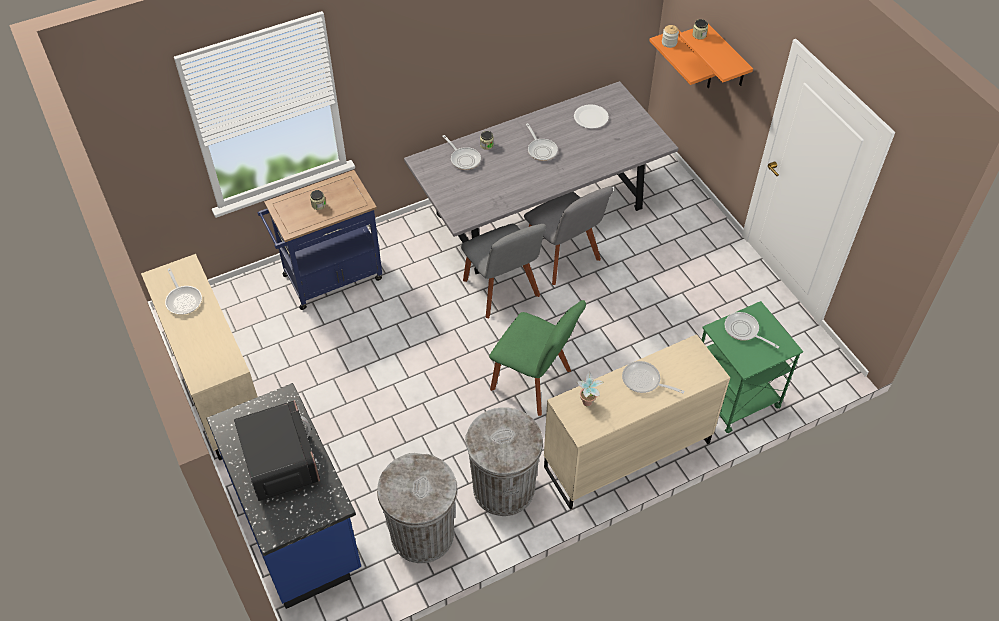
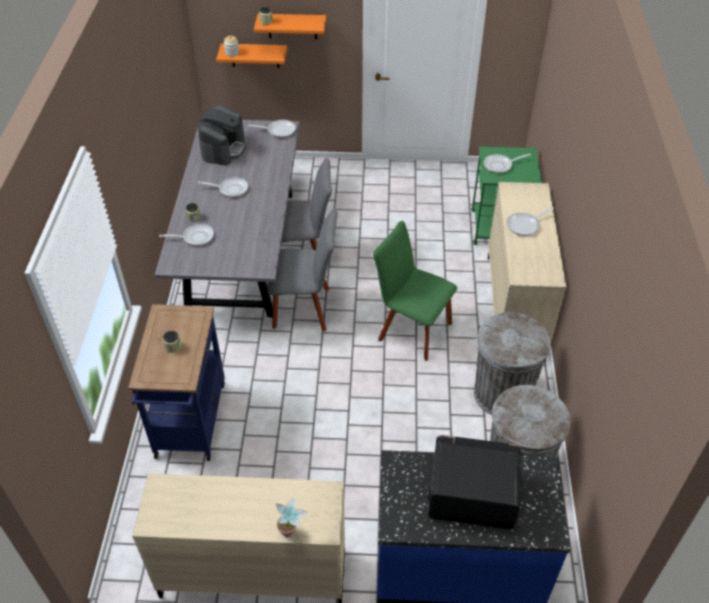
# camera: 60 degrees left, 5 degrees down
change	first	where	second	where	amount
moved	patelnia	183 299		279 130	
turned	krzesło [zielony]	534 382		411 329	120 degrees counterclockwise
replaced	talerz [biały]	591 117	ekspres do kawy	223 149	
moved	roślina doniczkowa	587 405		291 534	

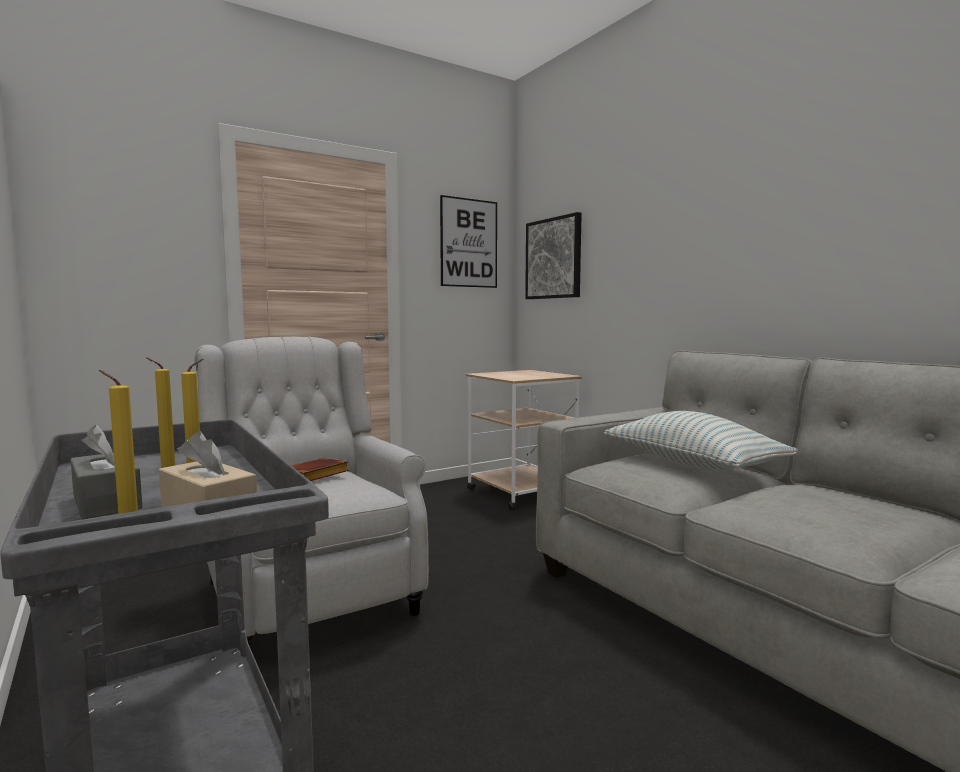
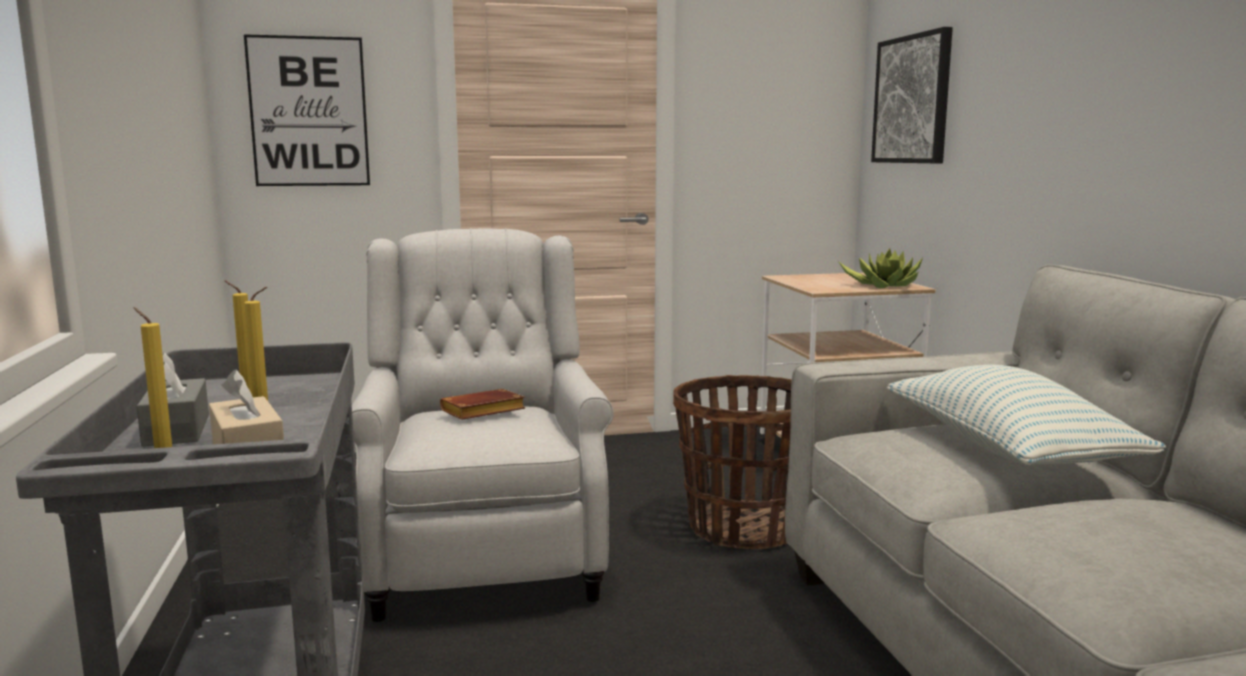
# camera: 20 degrees right, 5 degrees up
change	first	where	second	where	amount
moved	obraz	469 243		309 112	
added			koszyk	742 528	
added			roślina doniczkowa	883 285	

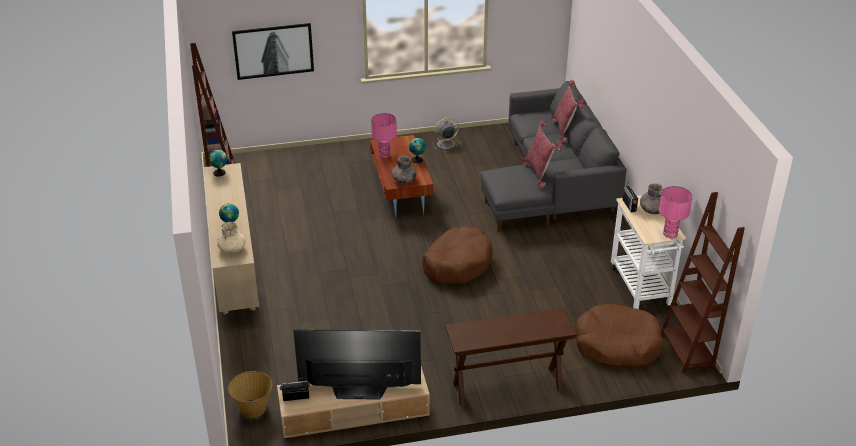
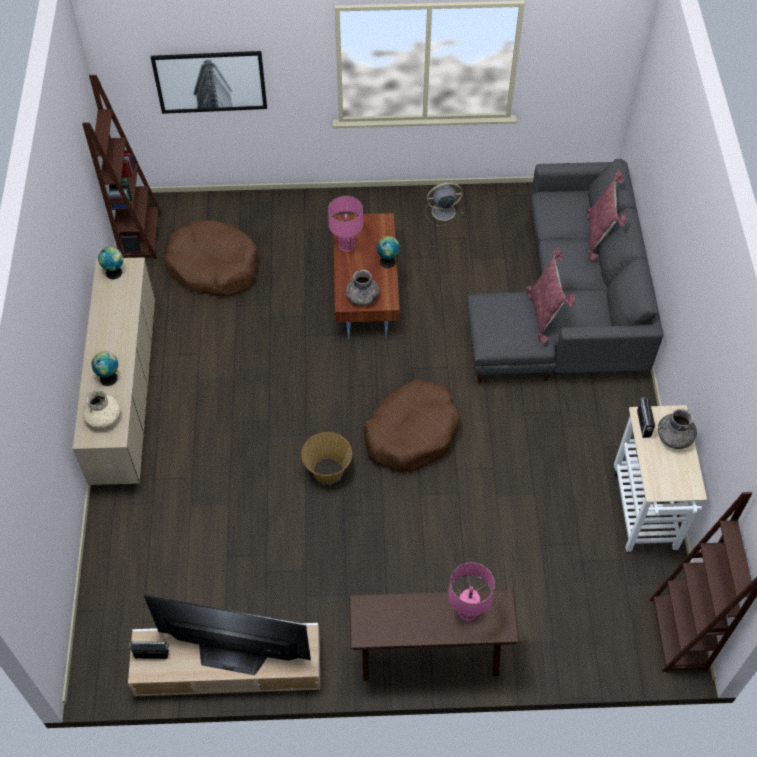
# camera: 10 degrees right, 20 degrees up
change	first	where	second	where	amount
moved	koszyk	253 408		328 471	
moved	legowisko [brązowy]	617 345		213 266	
moved	lampa stołowa [różowy]	670 234		468 611	

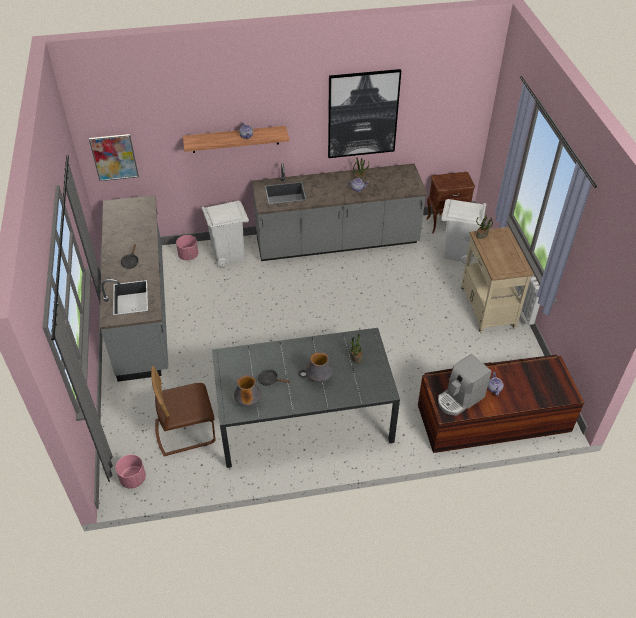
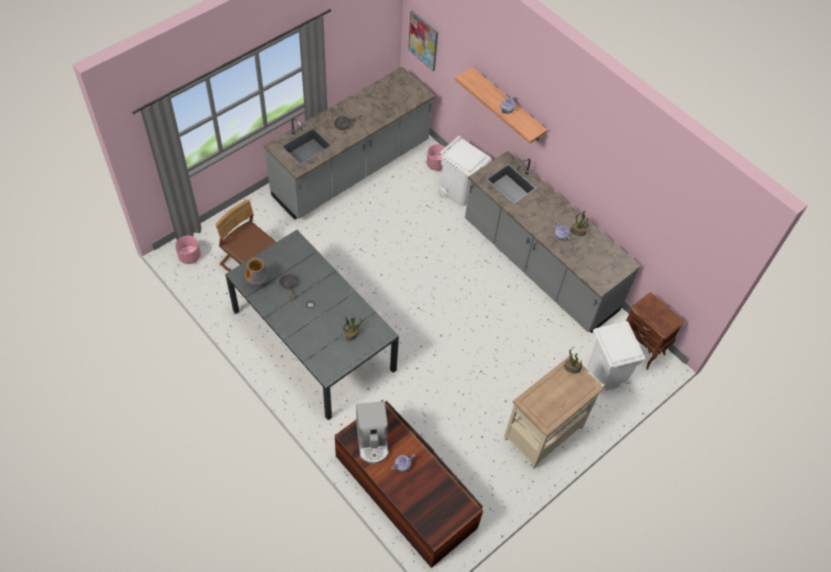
# camera: 55 degrees right, 10 degrees up
change	first	where	second	where	amount
removed	wazon	319 378			
removed	obraz	362 114			
turned	ekspres do kawy	459 399		372 441	120 degrees counterclockwise

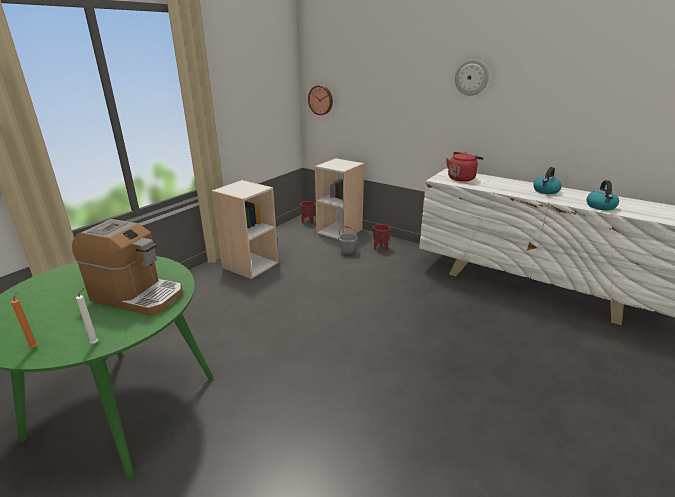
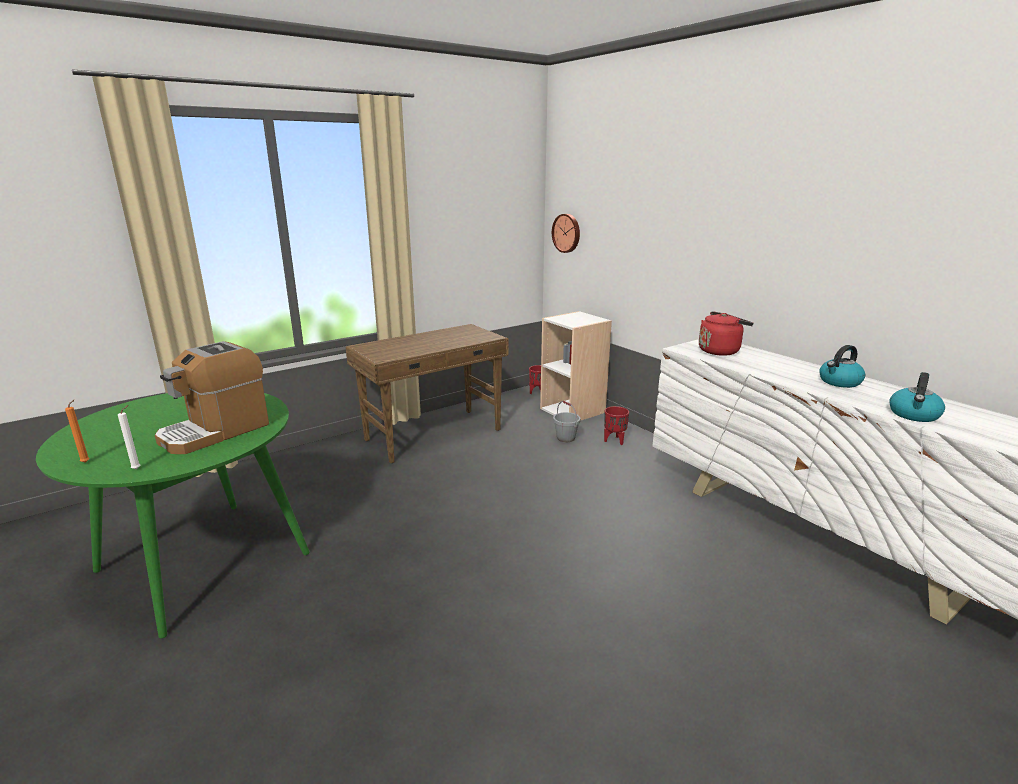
# camera: 20 degrees right, 5 degrees down
change	first	where	second	where	amount
turned	ekspres do kawy	137 296		215 431	90 degrees clockwise
replaced	regał	250 265	stolik konsolowy [brązowy]	434 435	
removed	zegar ścienny	472 77			

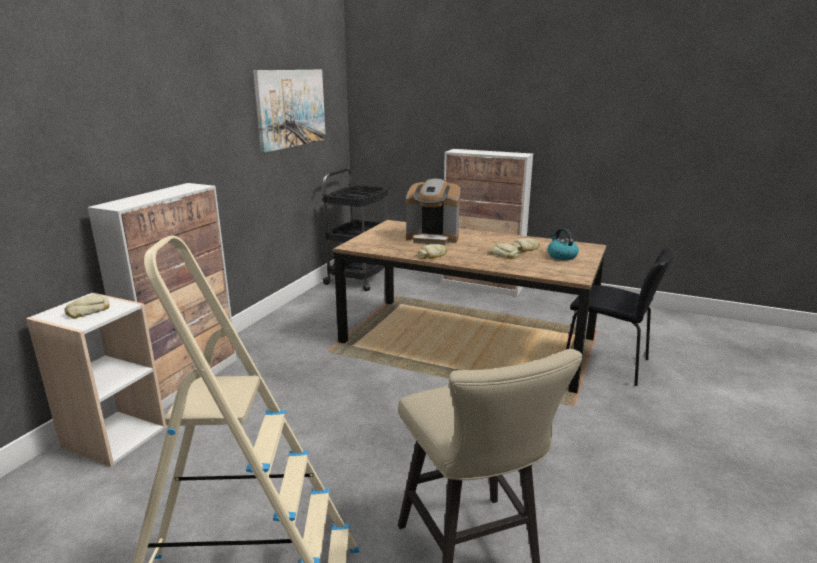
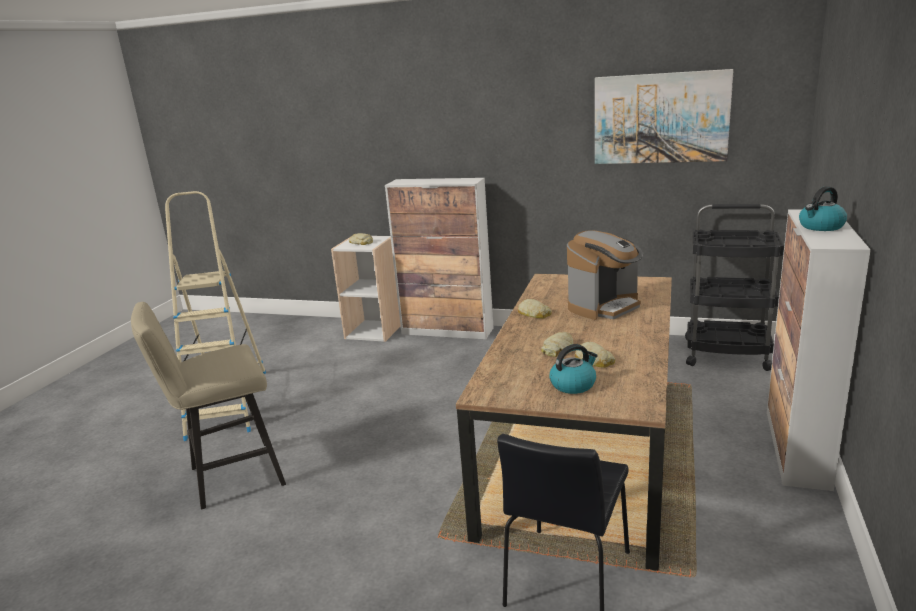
# camera: 85 degrees right, 0 degrees up
change	first	where	second	where	amount
turned	ekspres do kawy	433 238		604 307	135 degrees counterclockwise
added			czajnik	821 227	

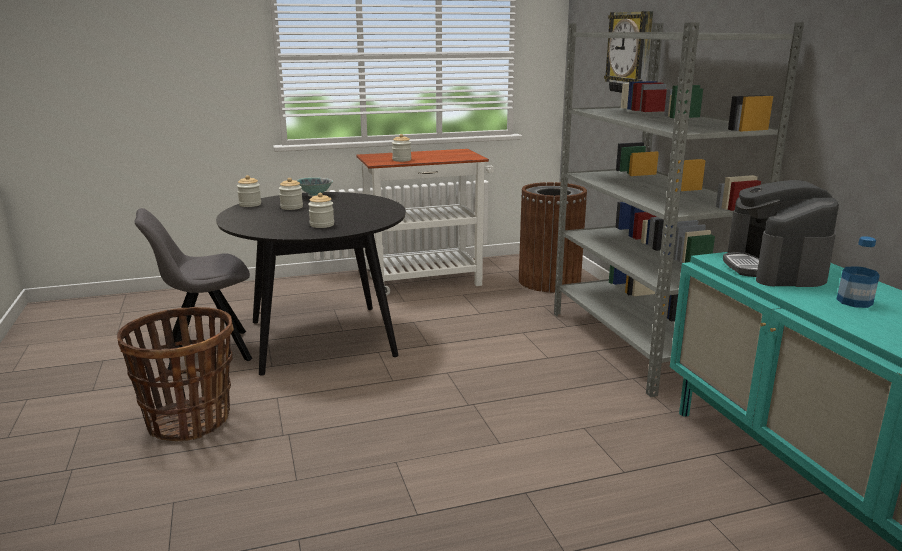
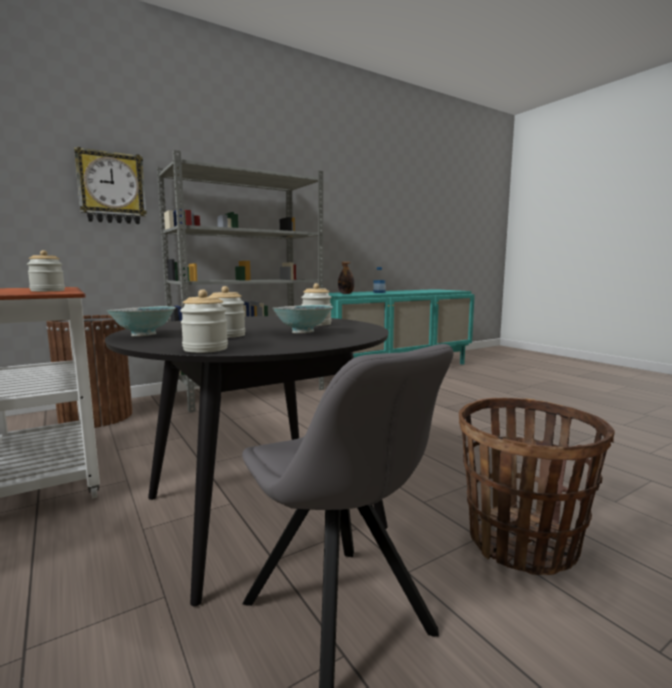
# camera: 105 degrees left, 10 degrees down
change	first	where	second	where	amount
replaced	ekspres do kawy	774 268	butelka	346 293	
added			miska	303 332	

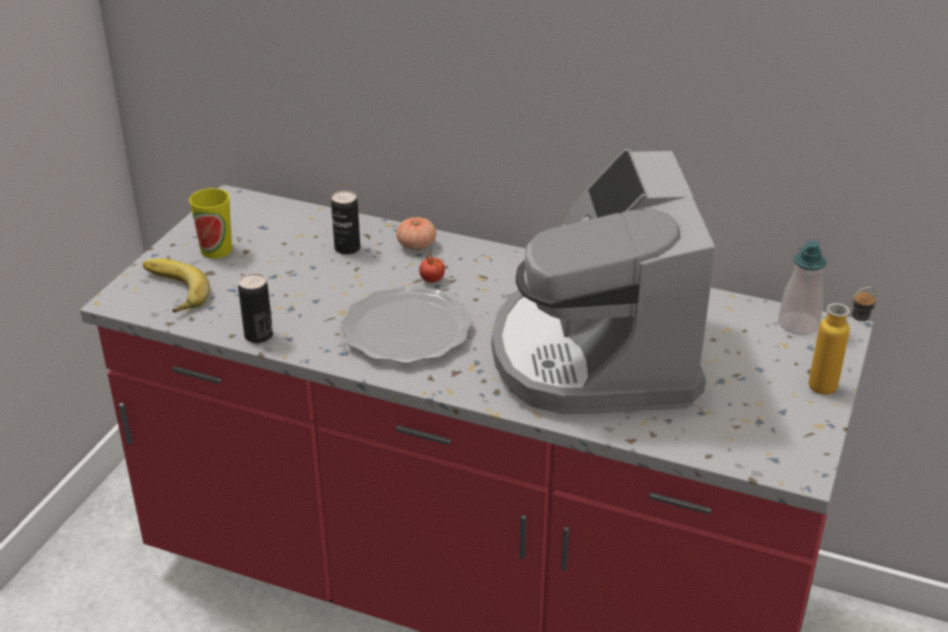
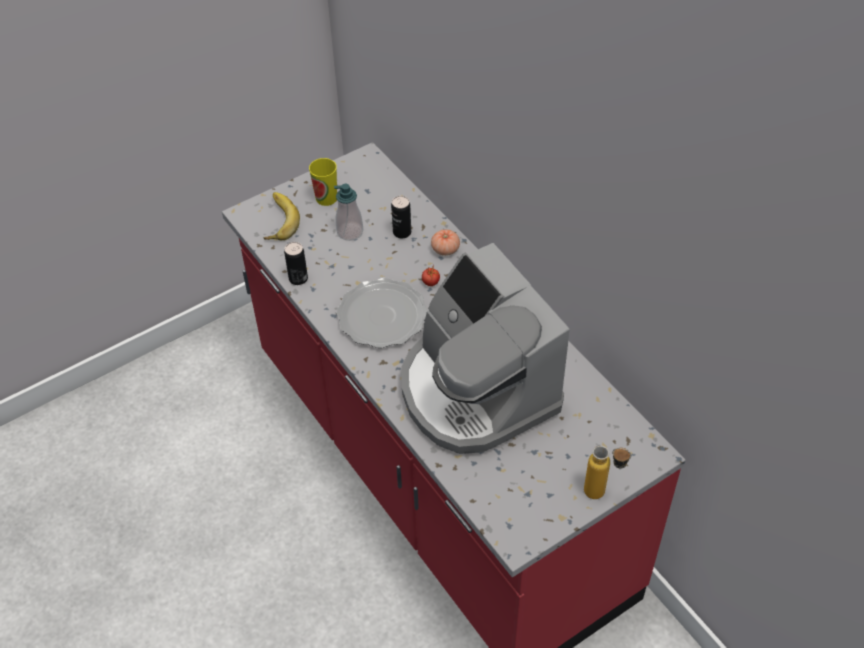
# camera: 35 degrees right, 15 degrees up
change	first	where	second	where	amount
turned	ekspres do kawy	595 354		476 391	60 degrees counterclockwise
moved	dozownik mydła	798 325		350 232	

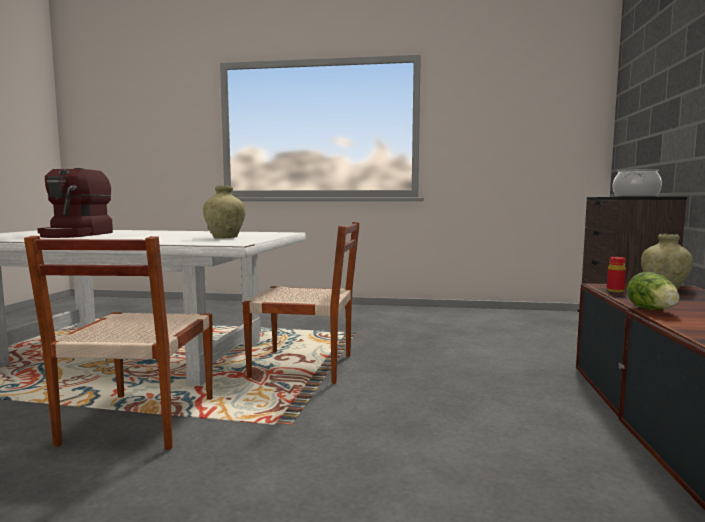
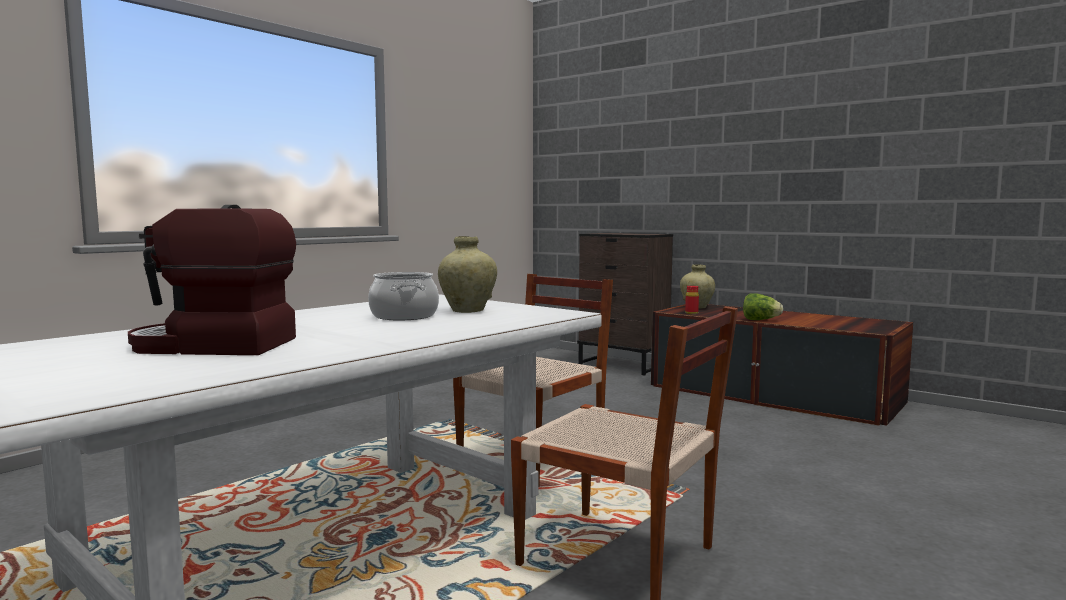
# camera: 60 degrees left, 0 degrees up
change	first	where	second	where	amount
turned	ekspres do kawy	77 235		213 346	150 degrees clockwise
moved	garnek	636 196		404 316	

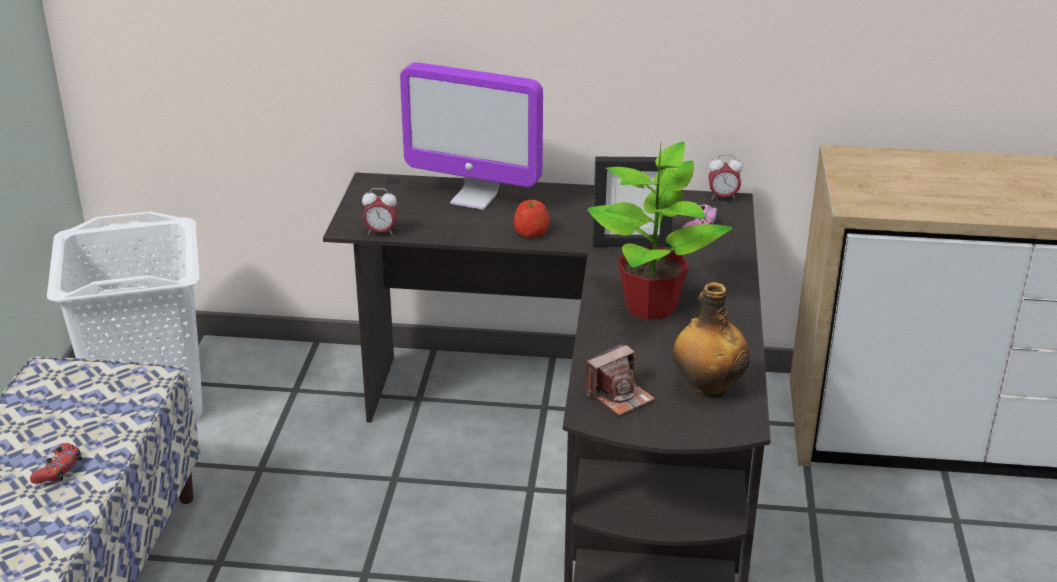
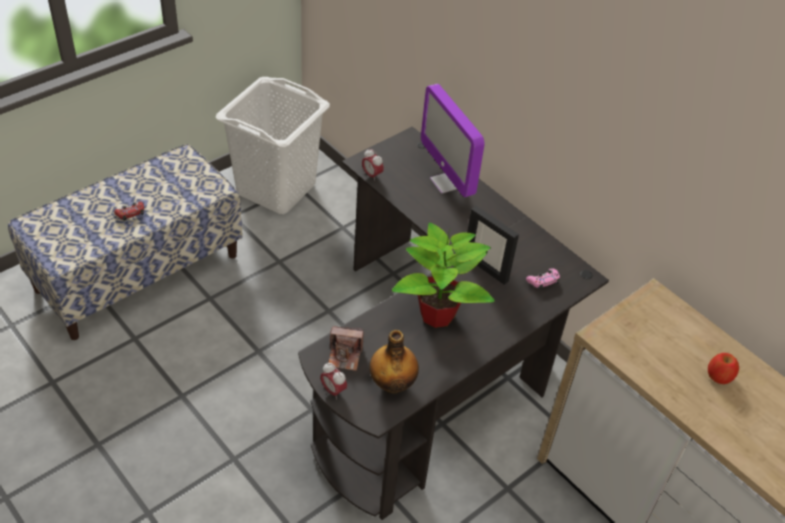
# camera: 40 degrees right, 15 degrees up
change	first	where	second	where	amount
moved	jabłko	531 232		719 375	
moved	budzik	723 197		333 390	

